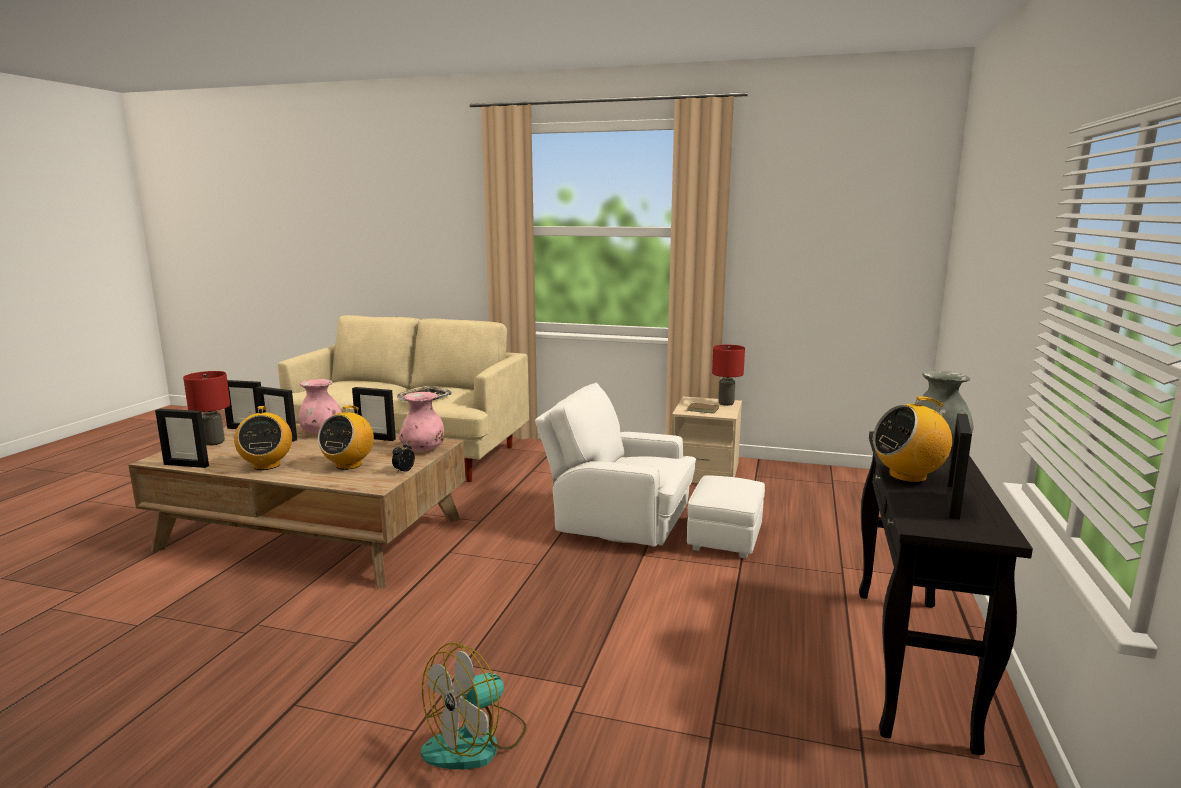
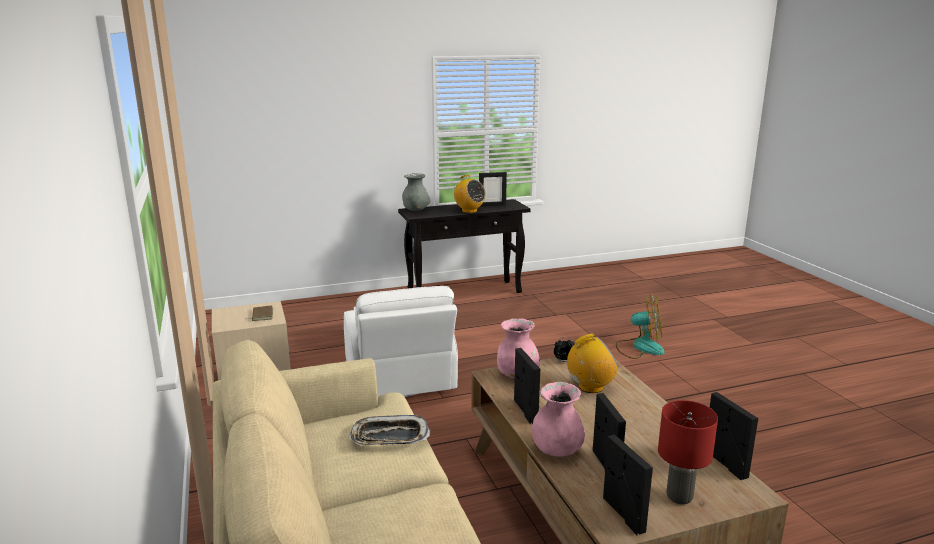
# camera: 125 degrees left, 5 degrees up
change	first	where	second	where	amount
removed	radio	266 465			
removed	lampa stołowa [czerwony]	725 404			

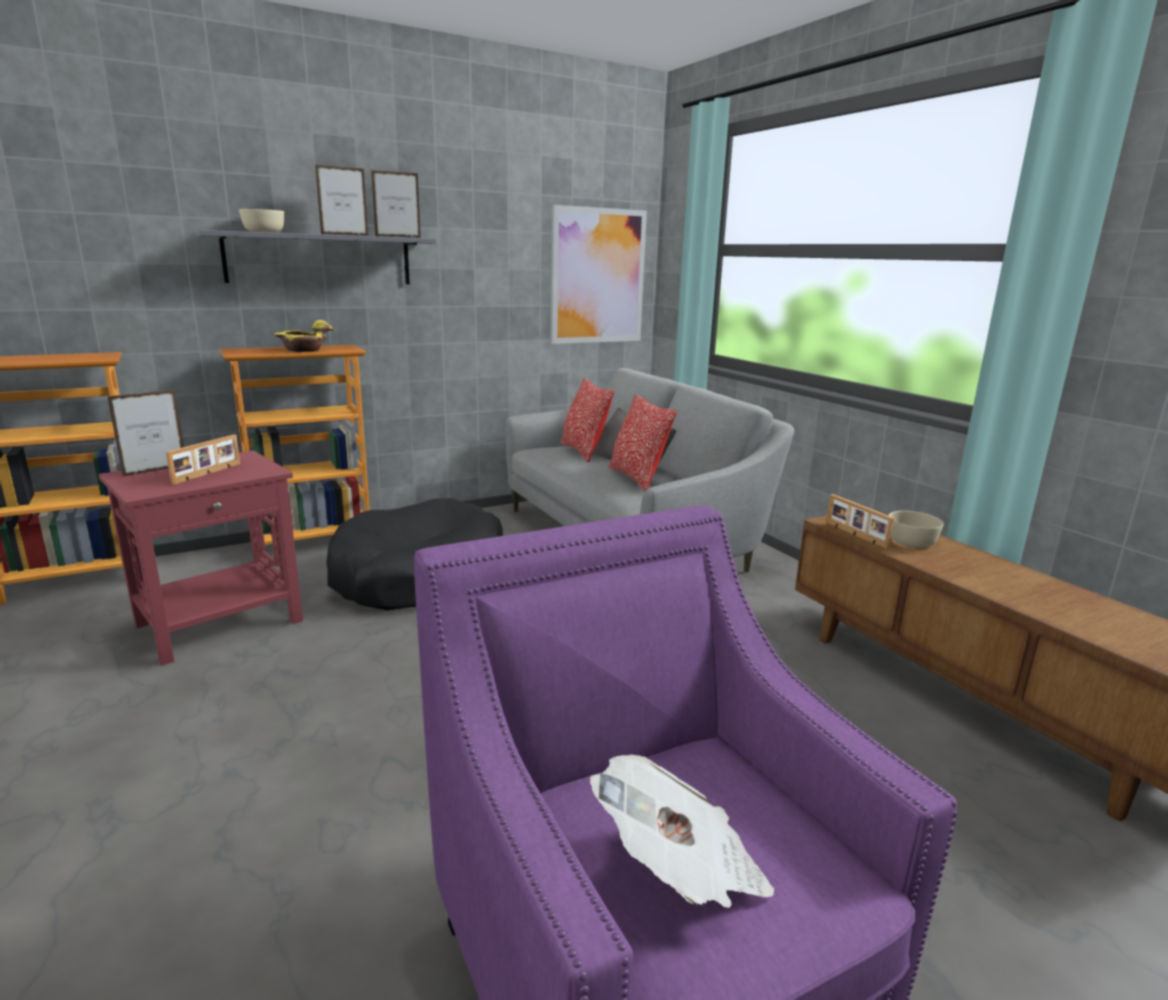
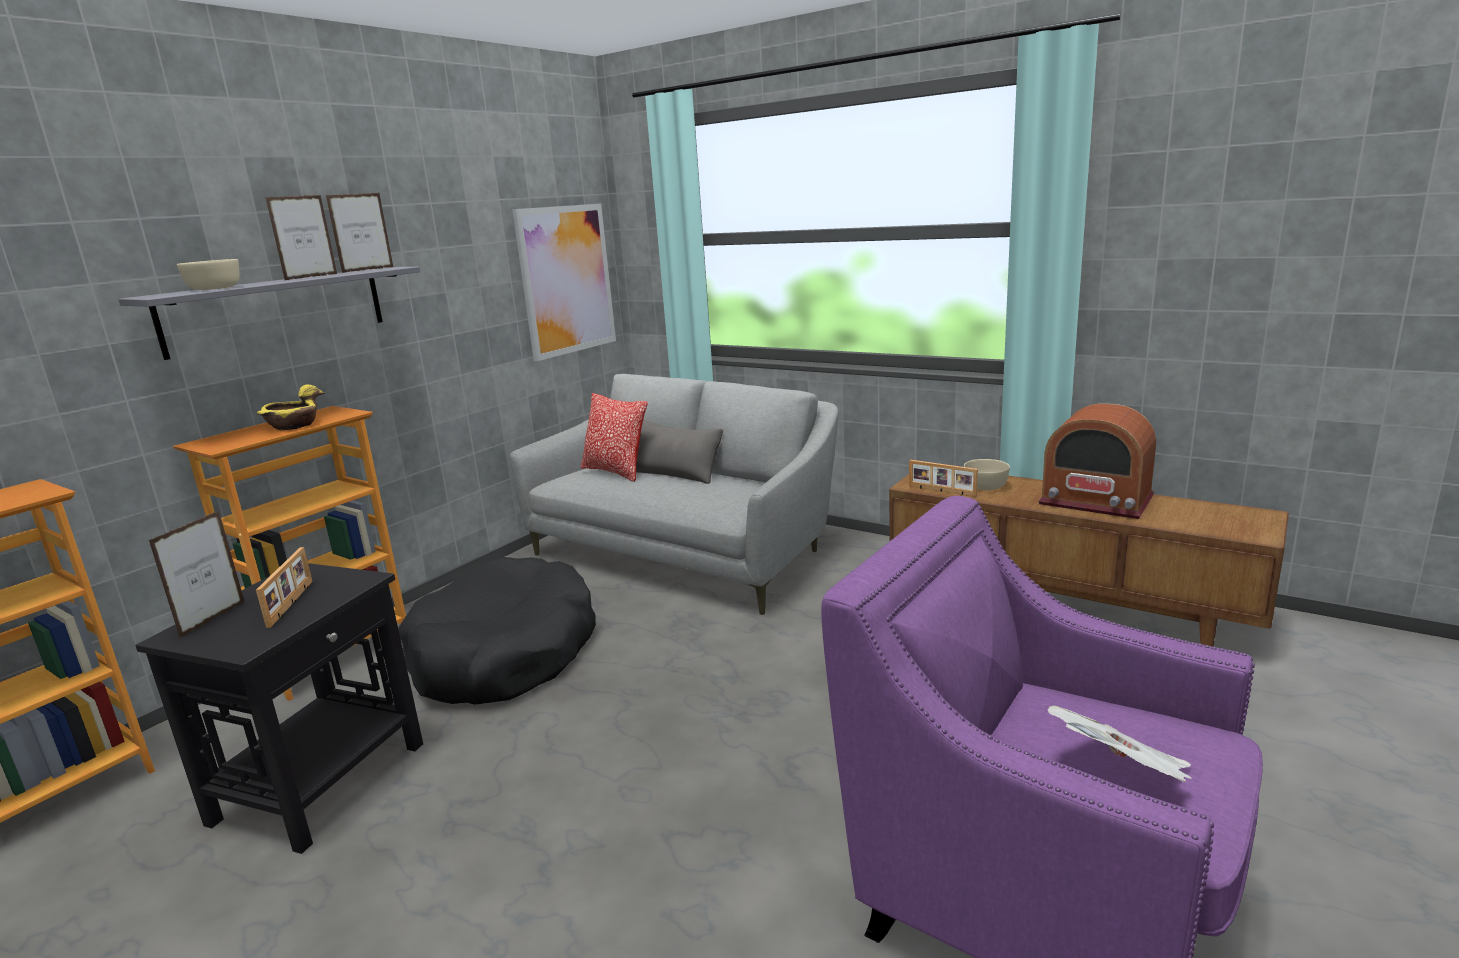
# camera: 25 degrees left, 0 degrees up
change	first	where	second	where	amount
recoloured	stolik [czerwony]	220 623	stolik [czarny]	321 783	
removed	poduszka	637 478			
added			radio	1096 500	

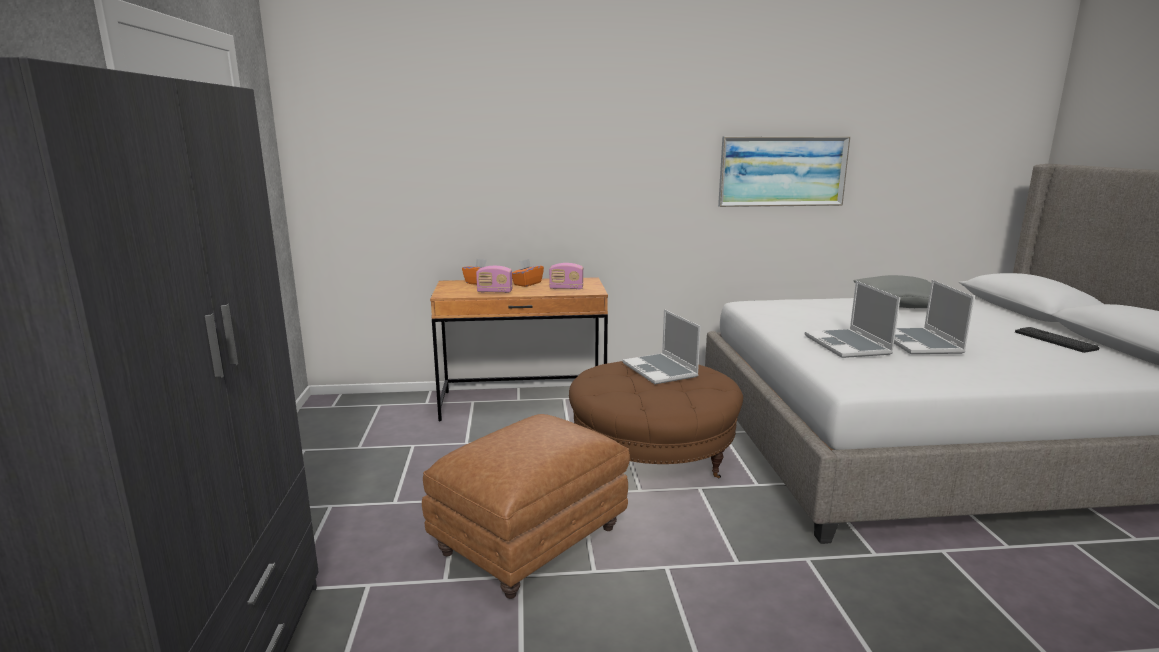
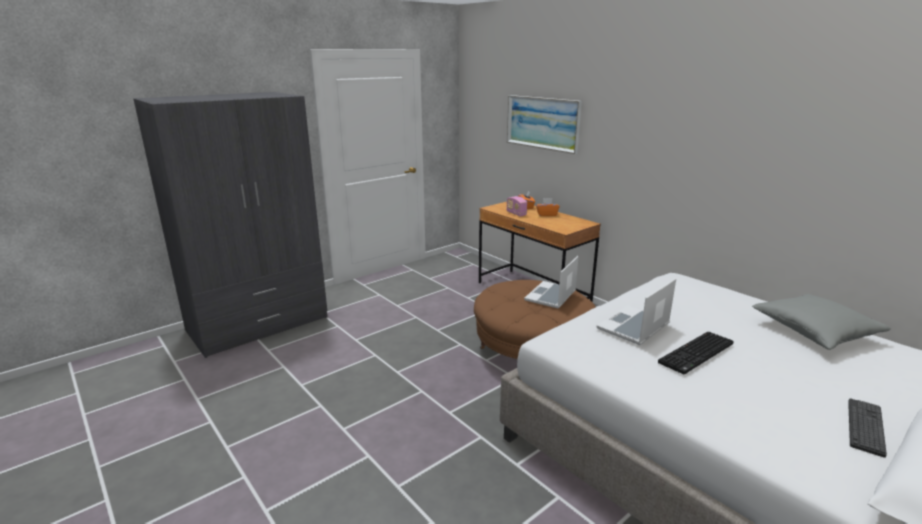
# camera: 55 degrees right, 5 degrees up
change	first	where	second	where	amount
removed	pufa [brązowy]	530 540			
removed	radio	566 288			
moved	obraz	782 171		542 123	
replaced	laptop	920 343	klawiatura	697 354	

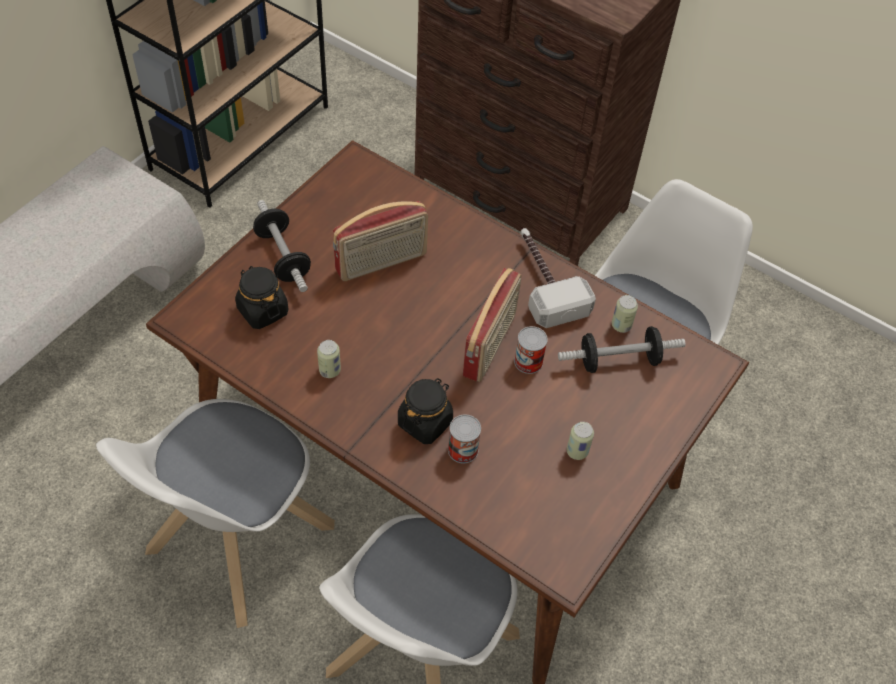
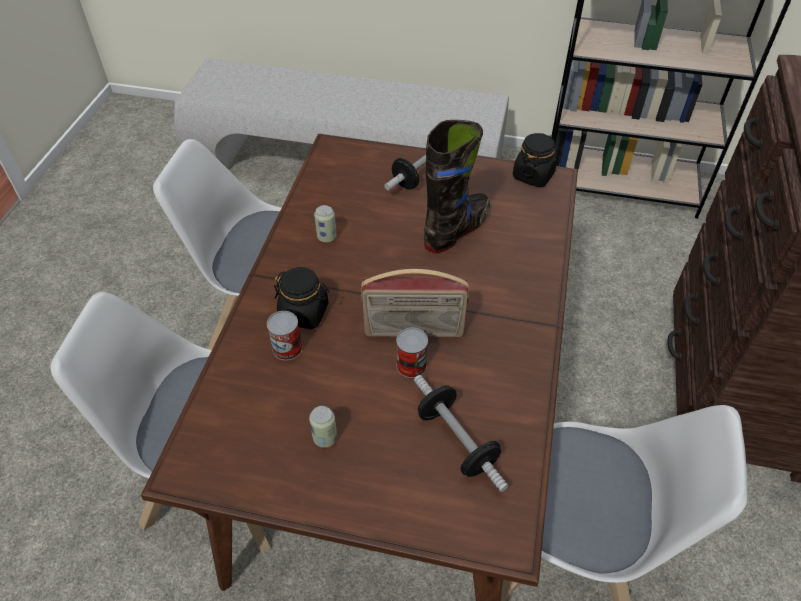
# camera: 70 degrees right, 5 degrees down
change	first	where	second	where	amount
moved	słoik [czarny]	262 310		533 175	
replaced	radio	382 263	but z cholewką [czarny]	456 230	
removed	młotek	544 281			
removed	puszka	621 325			

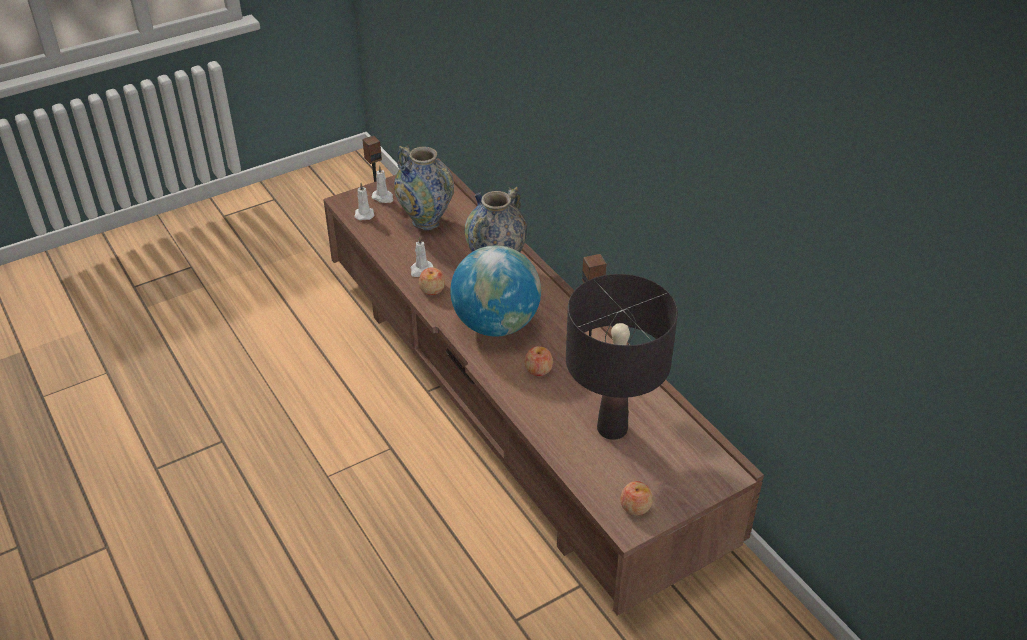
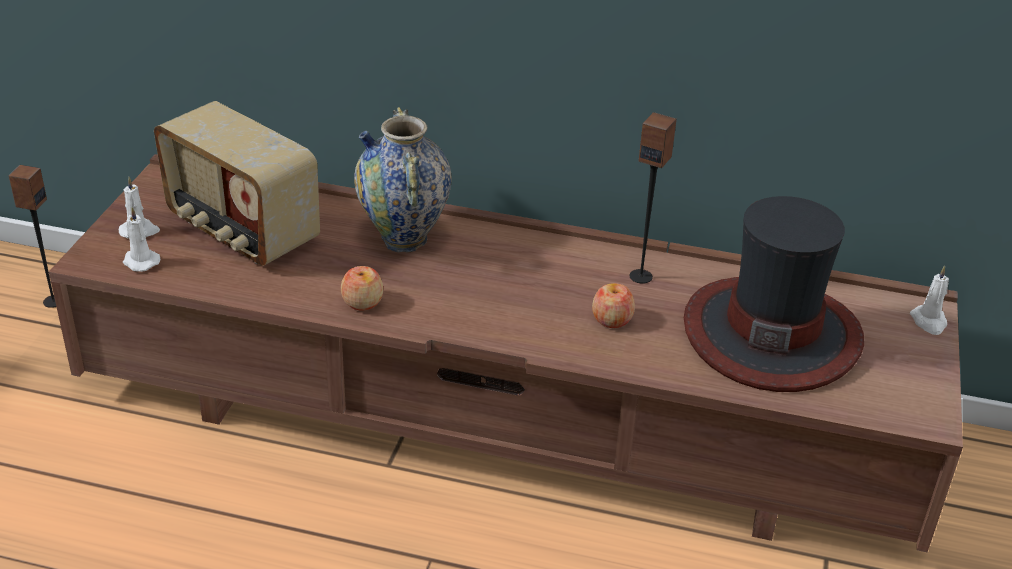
# camera: 45 degrees left, 5 degrees down
change	first	where	second	where	amount
replaced	wazon	426 221	radio	241 231	
moved	świeca [biały]	421 270		929 322	
removed	globus	496 324			
replaced	lampa stołowa [czarny]	612 429	kapelusz	771 333	
removed	jabłko	635 507			

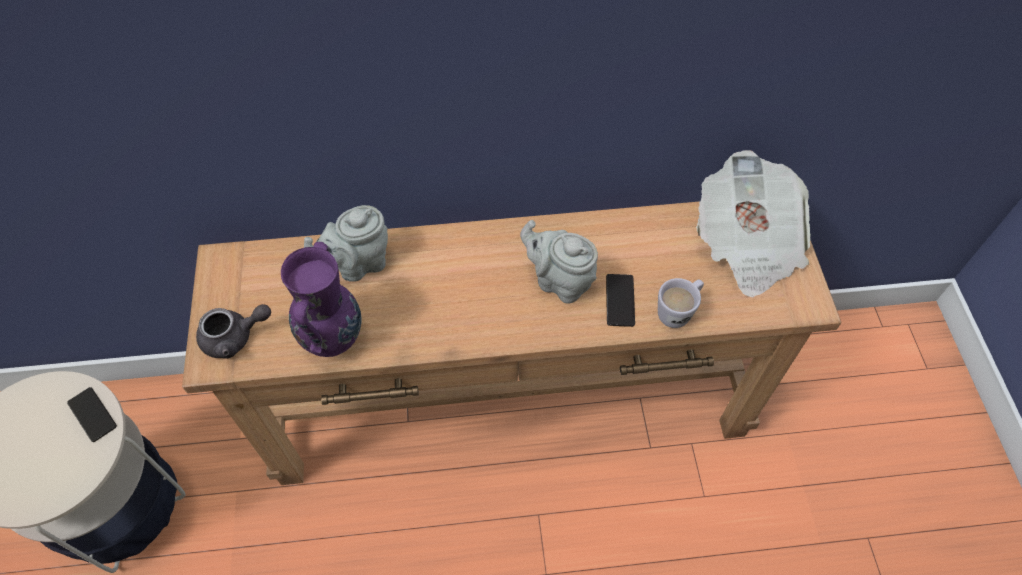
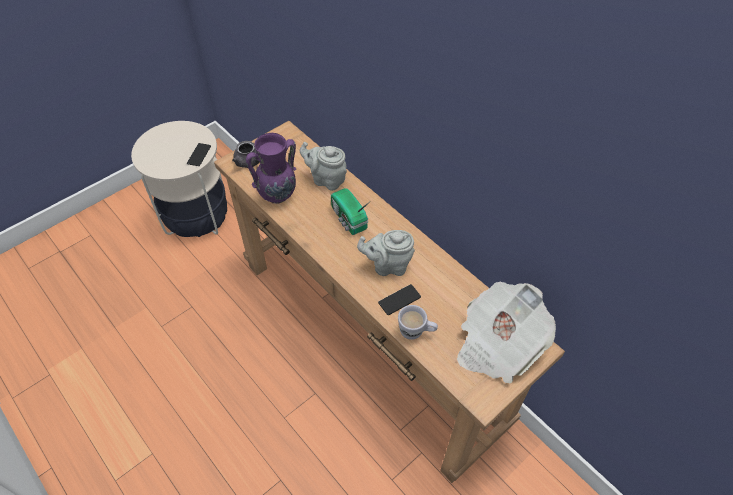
# camera: 55 degrees right, 5 degrees down
change	first	where	second	where	amount
turned	imbryk [szary]	559 281		388 266	90 degrees counterclockwise
added			radio	348 219	

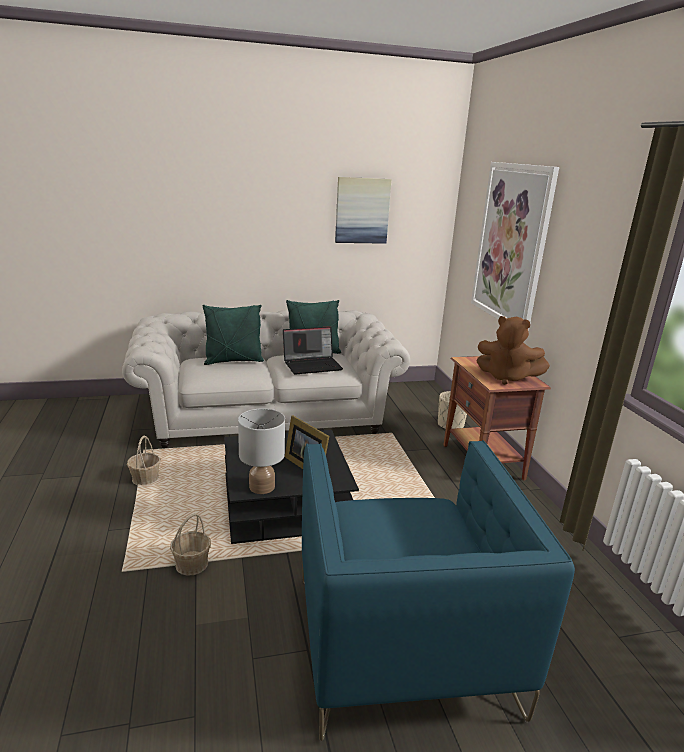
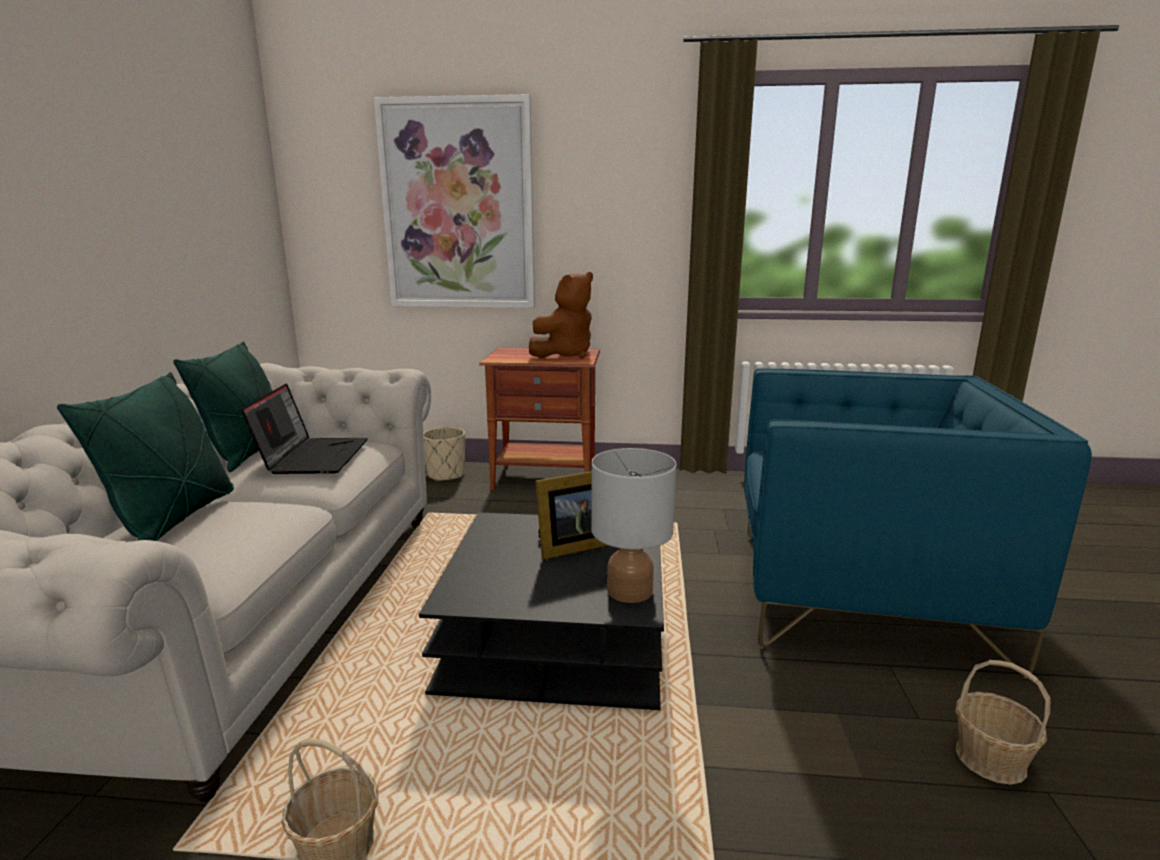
# camera: 70 degrees left, 5 degrees down
change	first	where	second	where	amount
moved	koszyk	192 564		990 758	
removed	obraz	362 210			

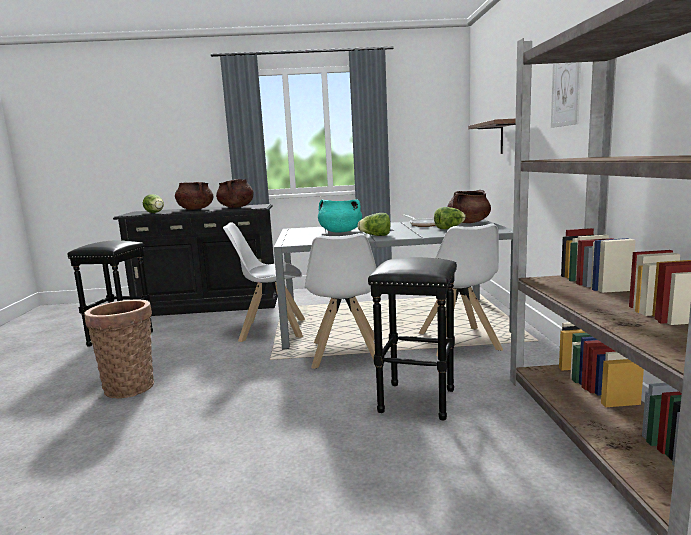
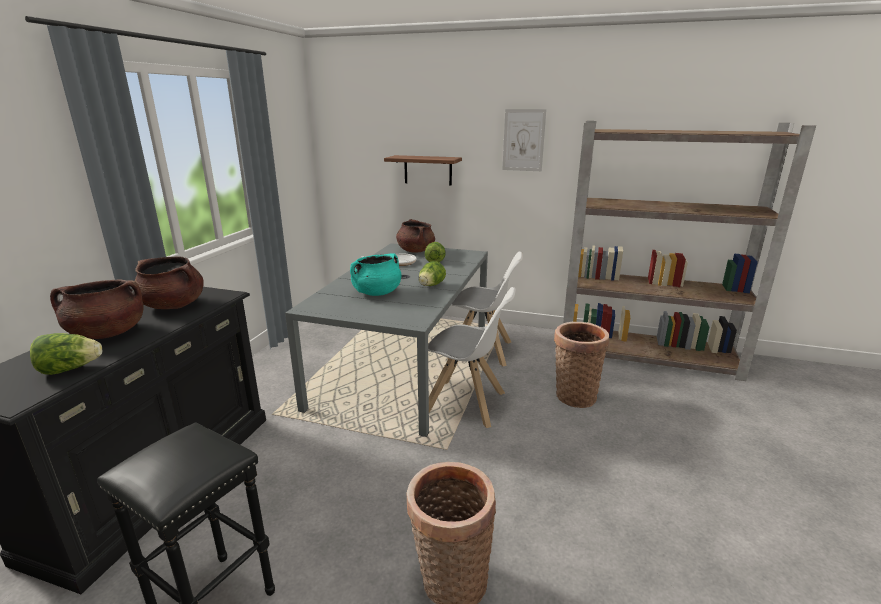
# camera: 70 degrees left, 10 degrees up
change	first	where	second	where	amount
removed	krzesło	270 330			
replaced	stołek [czarny]	415 399	koszyk	574 395	

